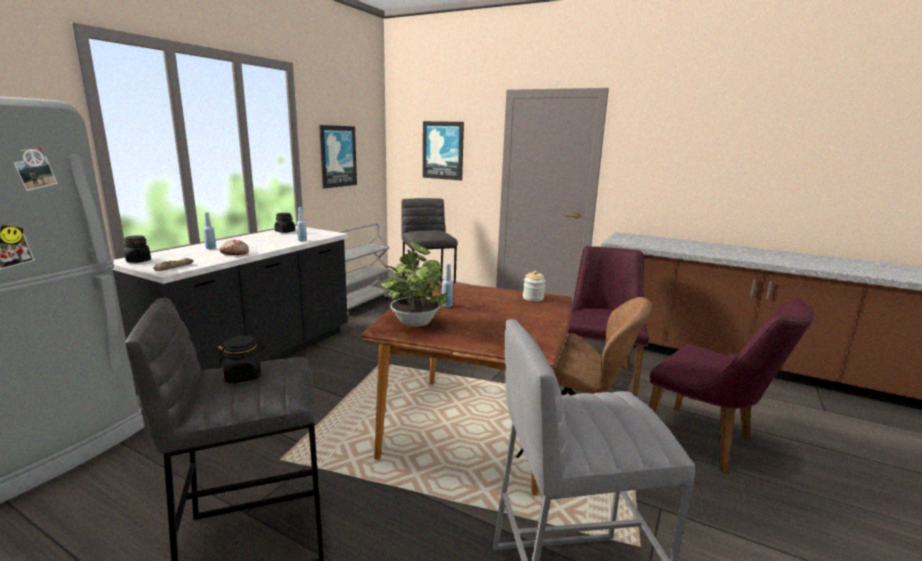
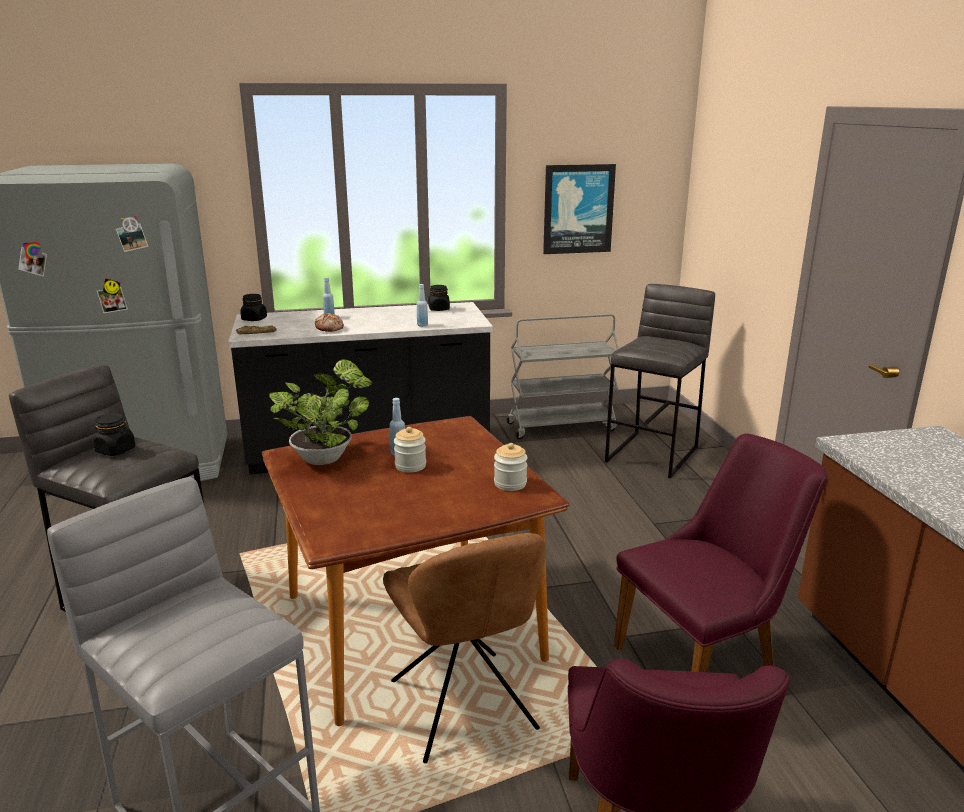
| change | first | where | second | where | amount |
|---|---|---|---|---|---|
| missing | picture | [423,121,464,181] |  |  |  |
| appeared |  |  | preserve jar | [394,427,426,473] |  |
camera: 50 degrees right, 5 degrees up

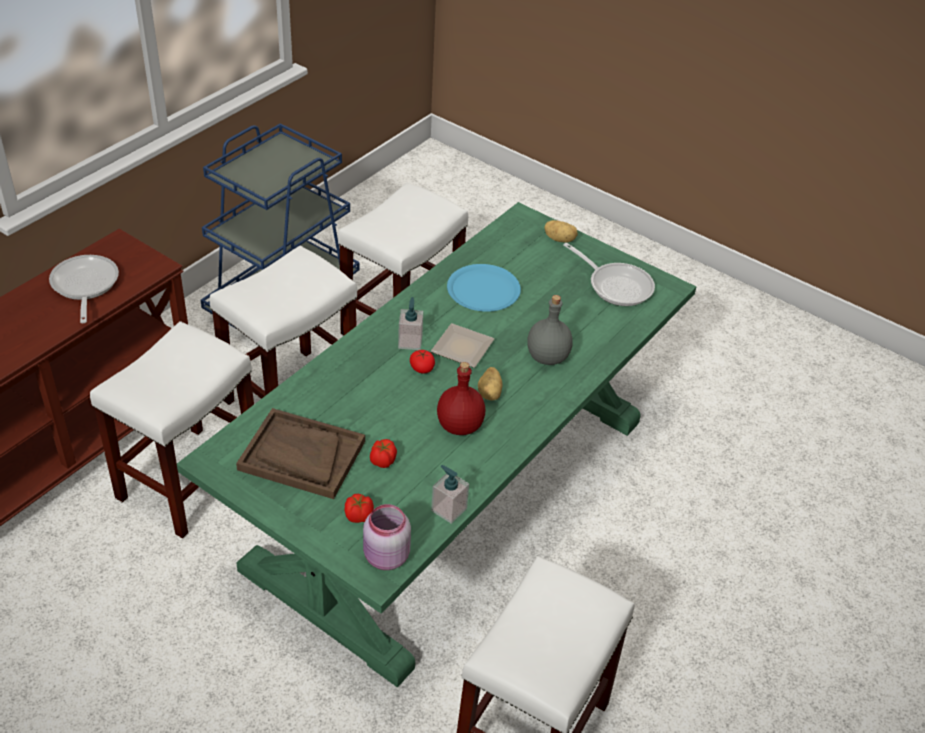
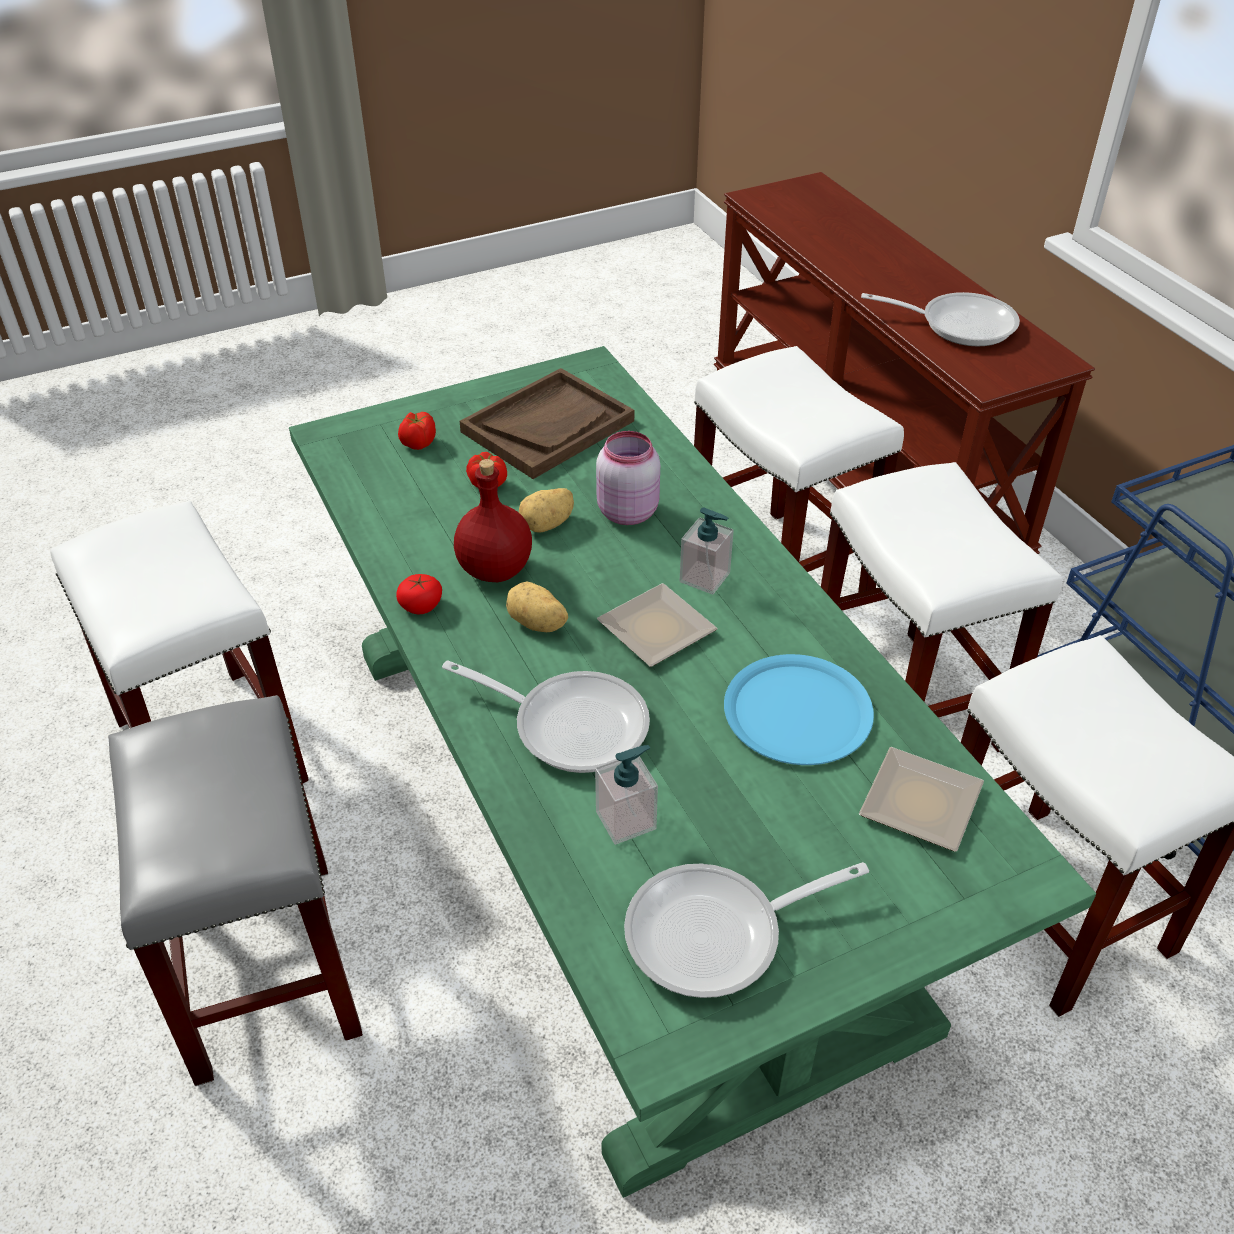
| change | first | where | second | where | amount |
|---|---|---|---|---|---|
| relocated | spud | [544,220,578,243] |  | [519,488,574,532] |  |
| exchanged | bottle (grey) | [527,295,573,365] | pan | [442,660,650,773] |  |
| relocated | tomato | [410,350,435,374] |  | [396,574,442,614] |  |
| relocated | liquid soap bottle | [431,465,469,524] |  | [595,745,658,845] |  |
| relocated | preserve jar (pink) | [363,504,411,570] |  | [596,431,660,525] |  |
| appeared |  |  | stool (grey) | [108,695,363,1086] |  |
| appeared |  |  | dinner plate | [859,747,984,852] |  |
camera: 120 degrees right, 0 degrees up

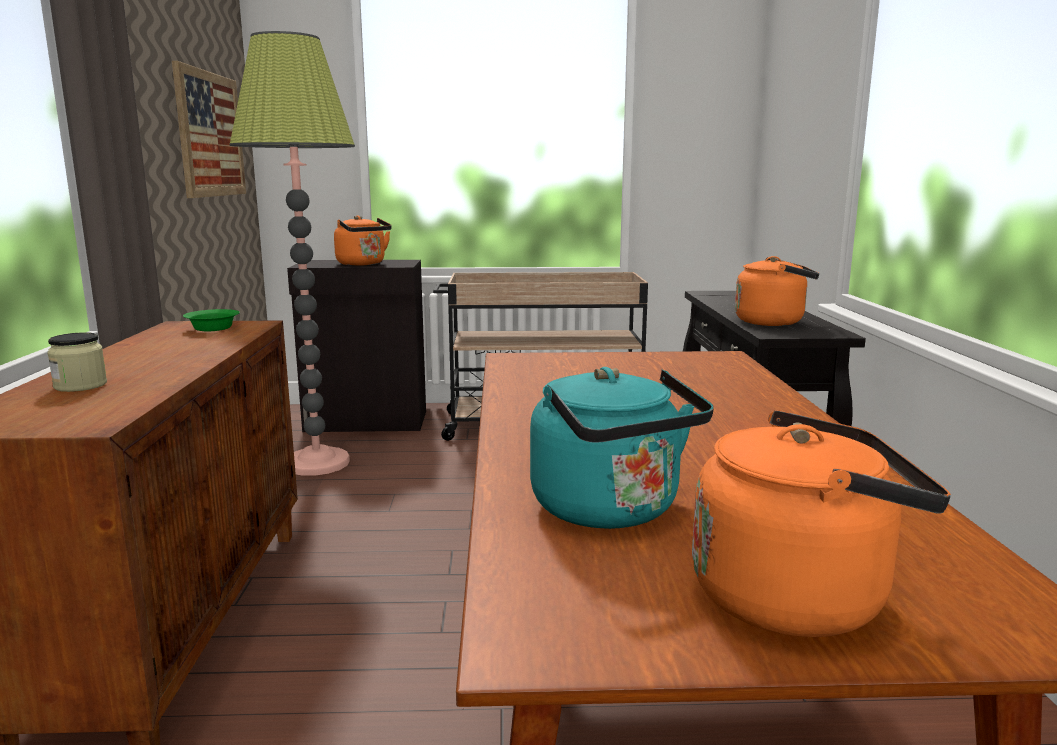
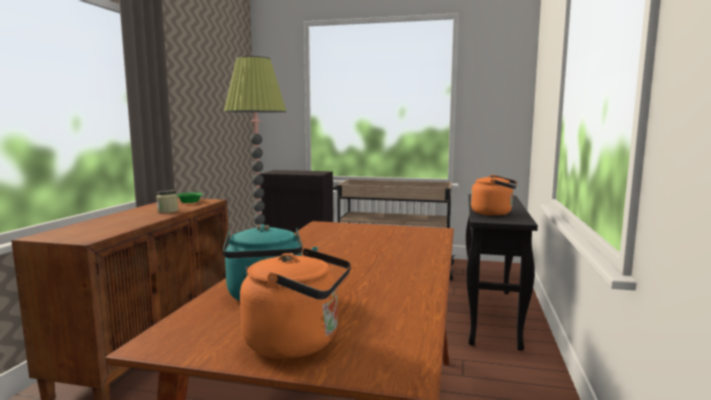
| change | first | where | second | where | amount |
|---|---|---|---|---|---|
| missing | picture | [172,61,246,198] |  |  |  |
| missing | water kettle (orange) | [334,216,392,266] |  |  |  |
| relocated | preserve jar | [47,332,107,392] |  | [157,190,178,213] |  |
camera: 15 degrees right, 5 degrees down

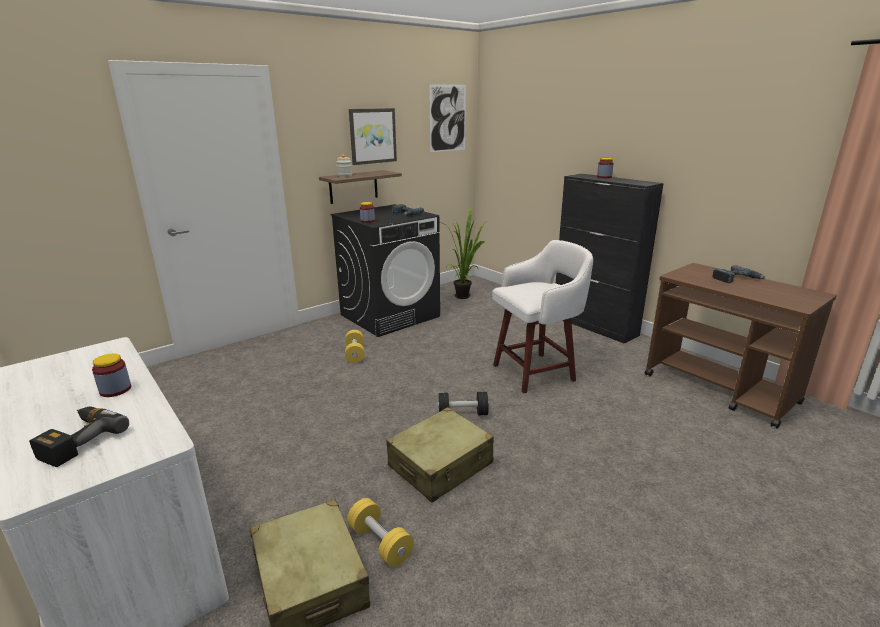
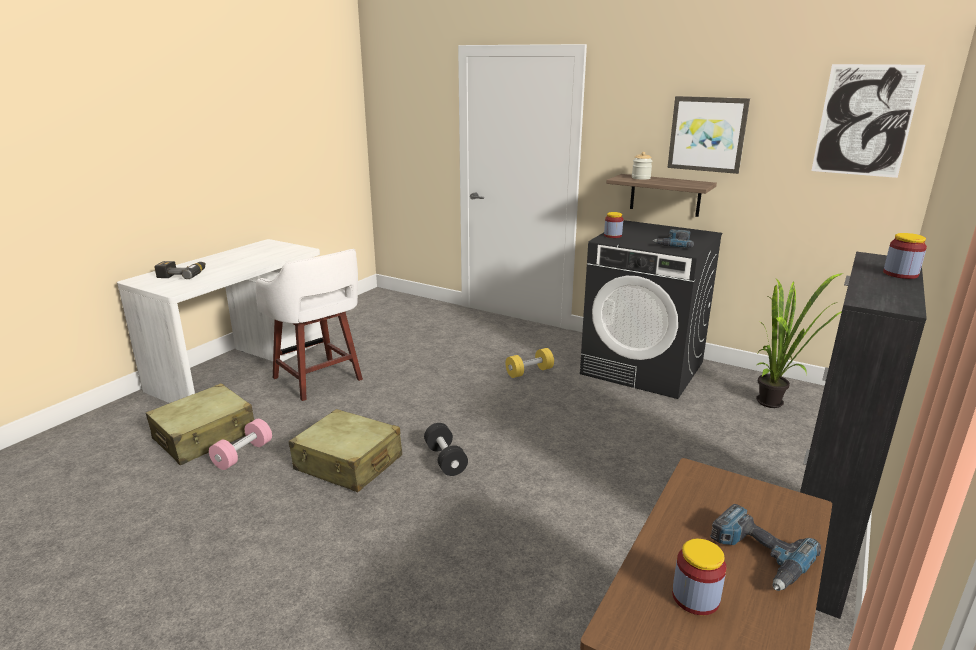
| change | first | where | second | where | amount |
|---|---|---|---|---|---|
| relocated | stool (white) | [492,240,593,393] |  | [256,249,363,401] |  |
| relocated | preserve jar | [92,354,131,397] |  | [672,539,727,615] |  |
| colour | dumbbell (yellow) | [347,498,414,567] | dumbbell (pink) | [209,419,272,470] |  |
camera: 70 degrees right, 0 degrees up

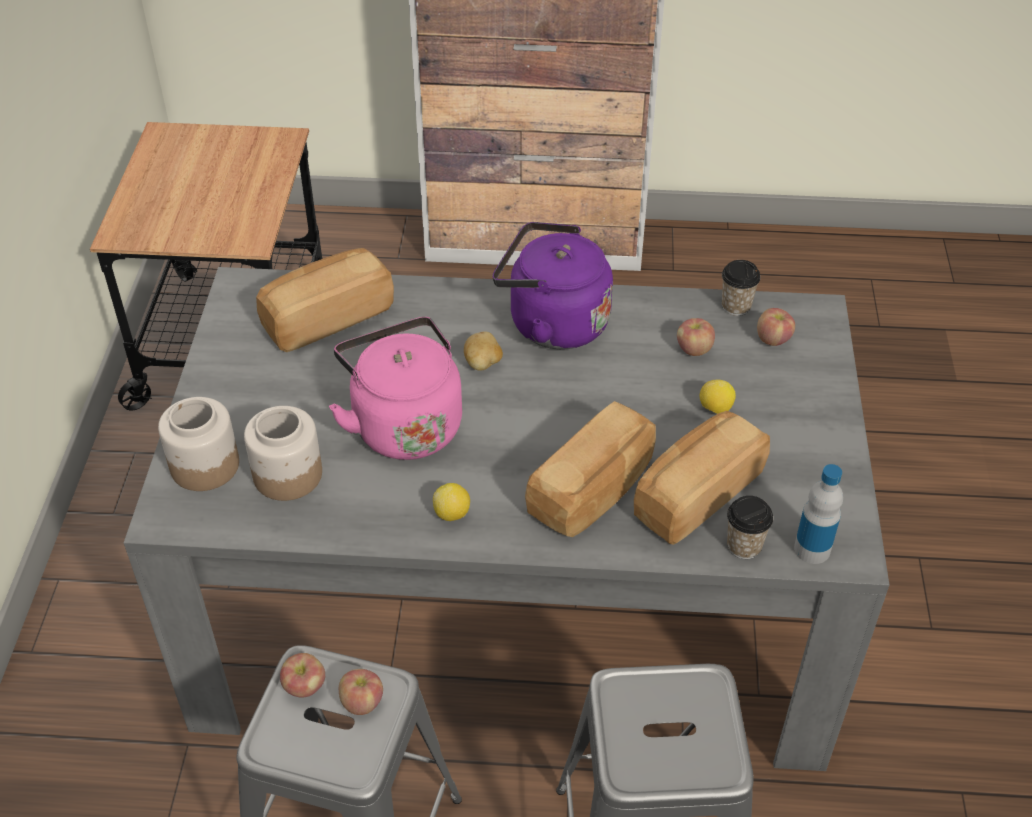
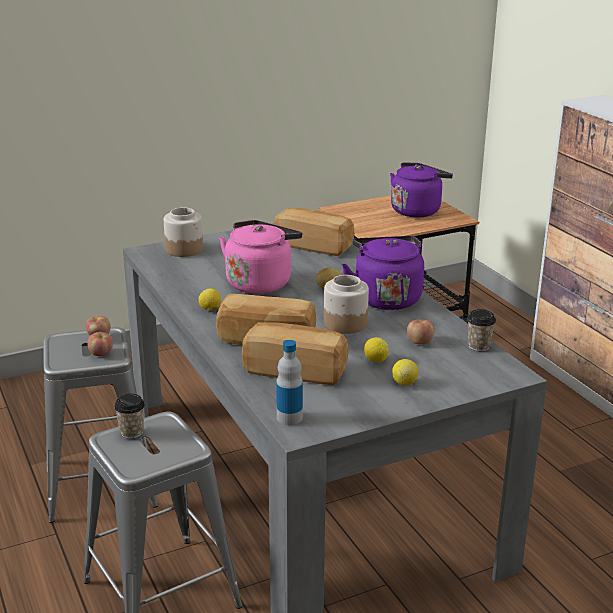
| change | first | where | second | where | amount |
|---|---|---|---|---|---|
| missing | apple fruit | [757,308,795,346] |  |  |  |
| relocated | preserve jar | [244,406,322,501] |  | [324,275,369,334] |  |
| relocated | drinking cup | [727,496,773,559] |  | [114,394,145,439] |  |
| appeared |  |  | water kettle (purplish) | [390,162,453,217] |  |
| appeared |  |  | citrus fruit | [392,359,419,386] |  |
camera: 60 degrees right, 20 degrees down

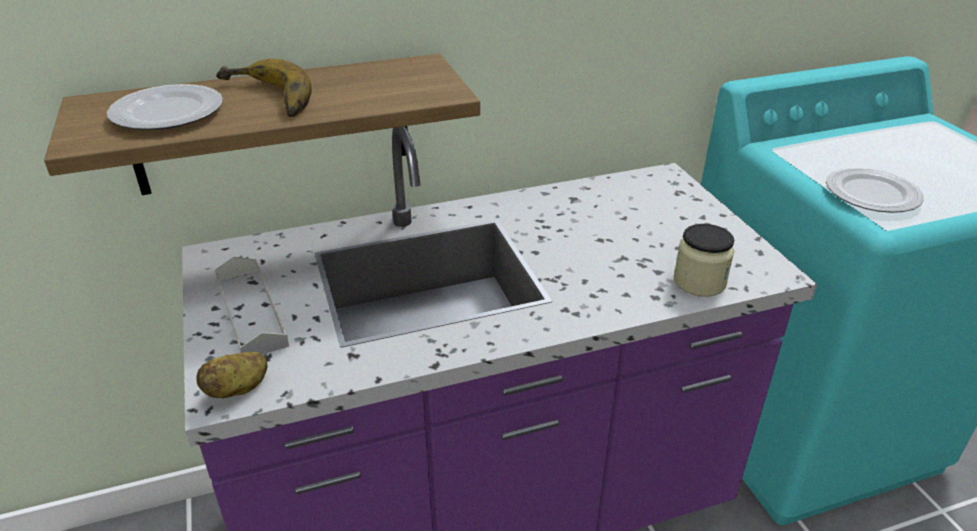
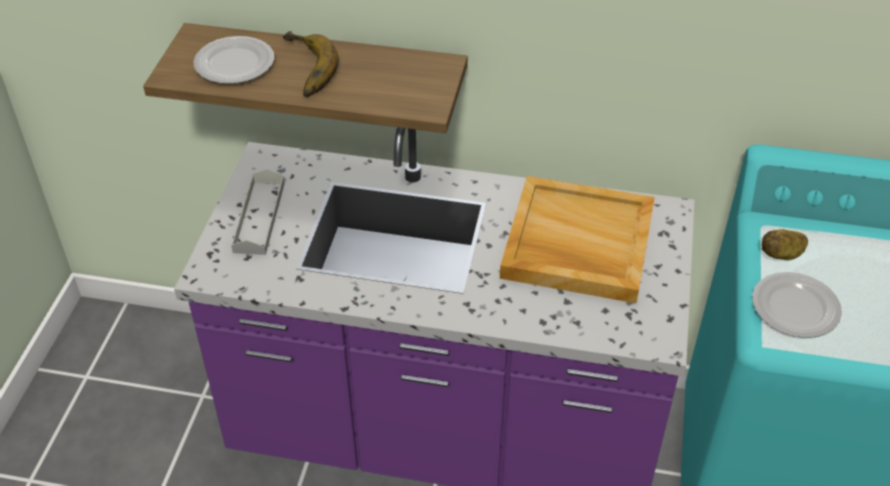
| change | first | where | second | where | amount |
|---|---|---|---|---|---|
| missing | preserve jar | [674,224,734,297] |  |  |  |
| relocated | spud | [196,352,267,398] |  | [762,229,808,260] |  |
| appeared |  |  | carrying tray (beige-coloured) | [500,176,655,303] |  |
camera: 30 degrees right, 10 degrees up

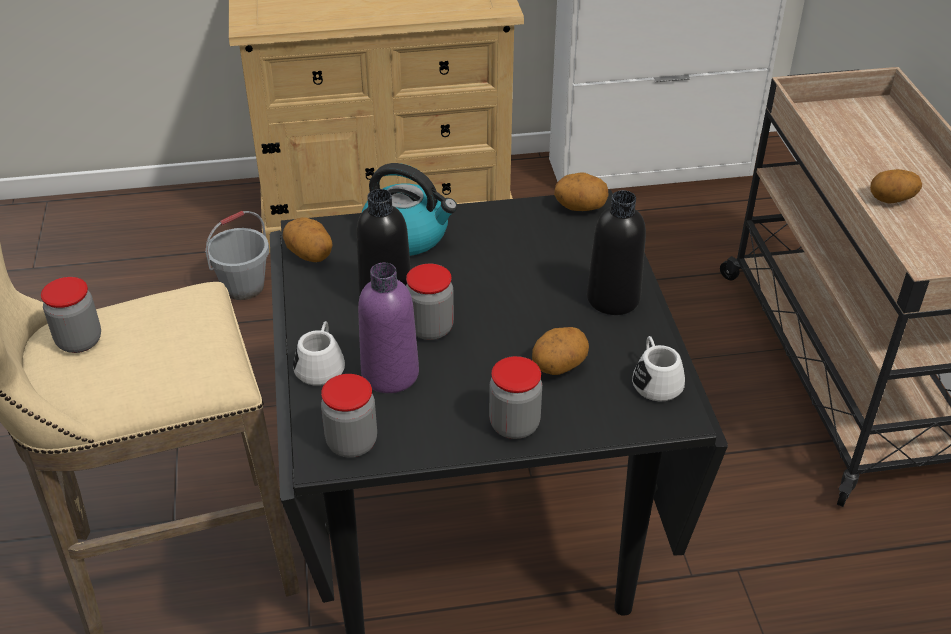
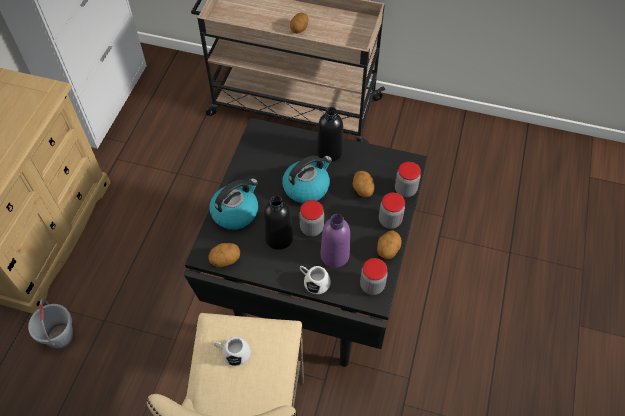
| change | first | where | second | where | amount |
|---|---|---|---|---|---|
| relocated | spud | [554,173,609,211] |  | [377,230,402,259] |  |
| relocated | preserve jar | [41,277,101,353] |  | [395,162,421,197] |  |
| relocated | tea mug (white) | [632,336,685,401] |  | [214,337,251,366] |  |
| appeared |  |  | water kettle | [282,156,332,204] |  |
camera: 65 degrees left, 15 degrees up

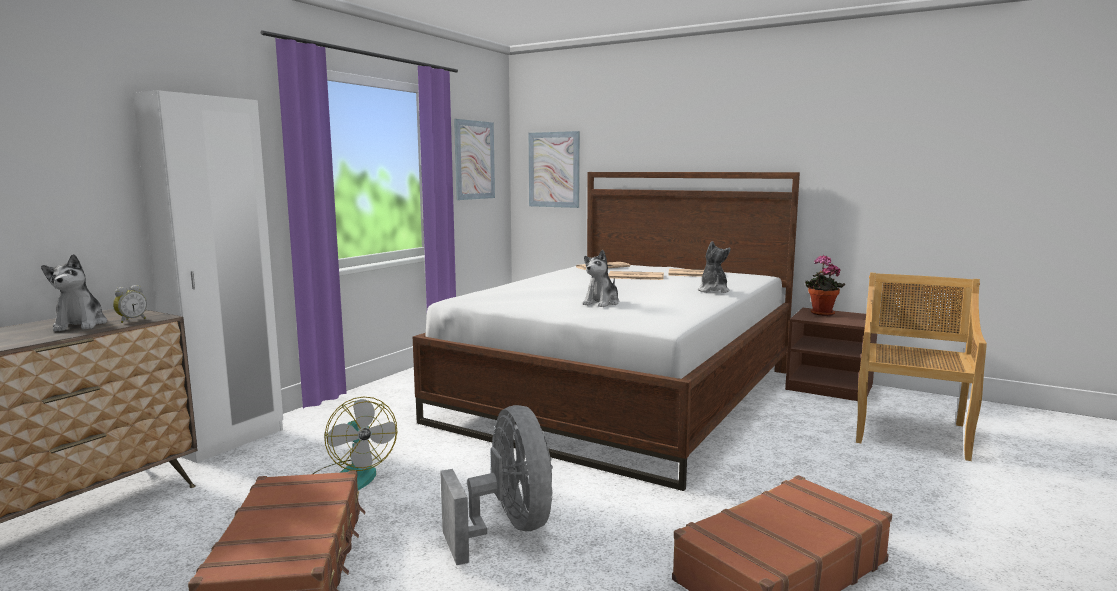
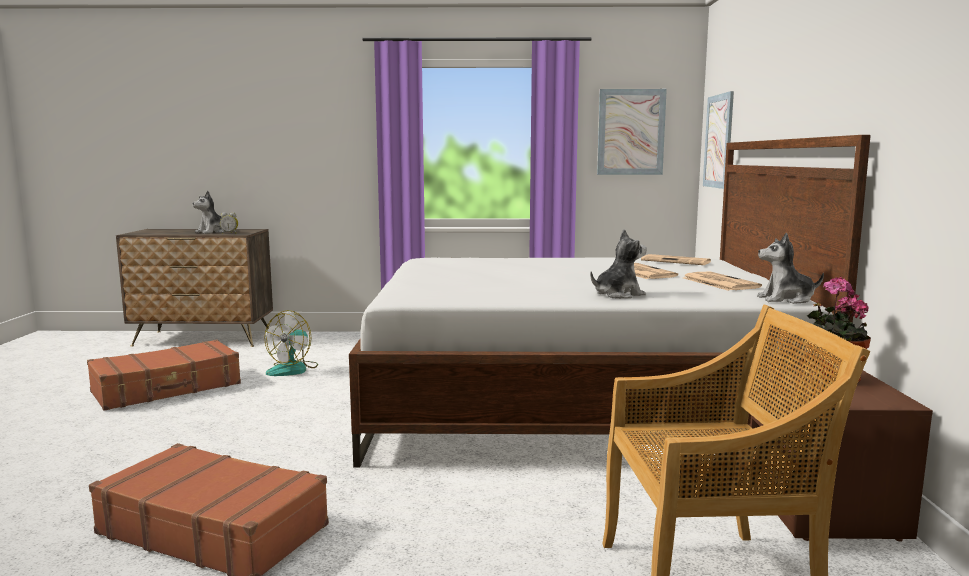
| change | first | where | second | where | amount |
|---|---|---|---|---|---|
| missing | wardrobe (white) | [133,90,283,463] |  |  |  |
| relocated | cuddly toy | [582,250,619,307] |  | [757,232,824,304] |  |
| missing | cooling fan (grey) | [440,405,553,565] |  |  |  |
camera: 60 degrees right, 0 degrees up

